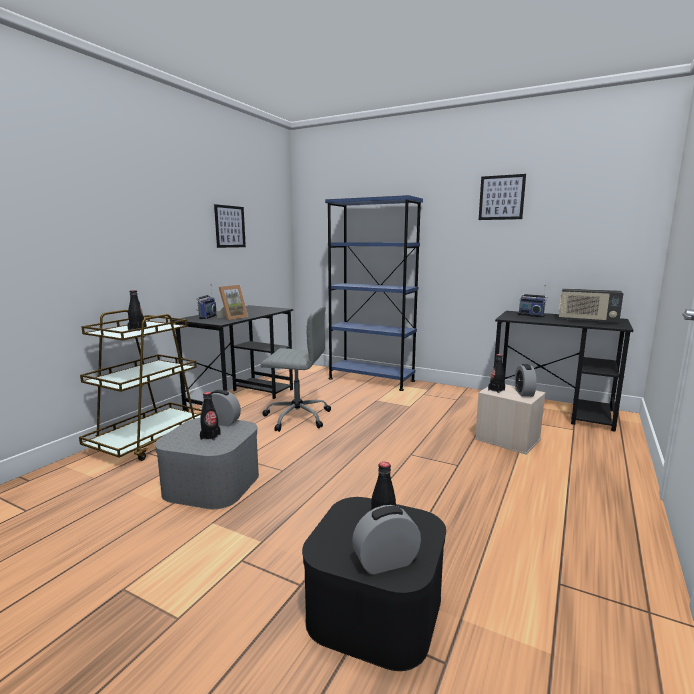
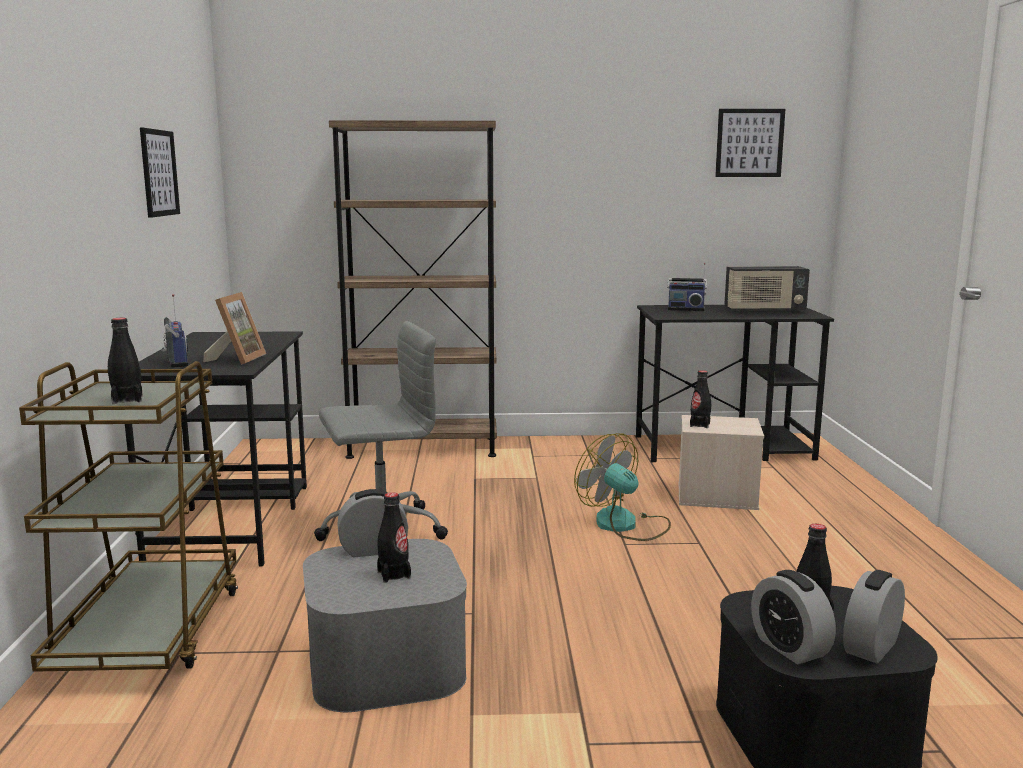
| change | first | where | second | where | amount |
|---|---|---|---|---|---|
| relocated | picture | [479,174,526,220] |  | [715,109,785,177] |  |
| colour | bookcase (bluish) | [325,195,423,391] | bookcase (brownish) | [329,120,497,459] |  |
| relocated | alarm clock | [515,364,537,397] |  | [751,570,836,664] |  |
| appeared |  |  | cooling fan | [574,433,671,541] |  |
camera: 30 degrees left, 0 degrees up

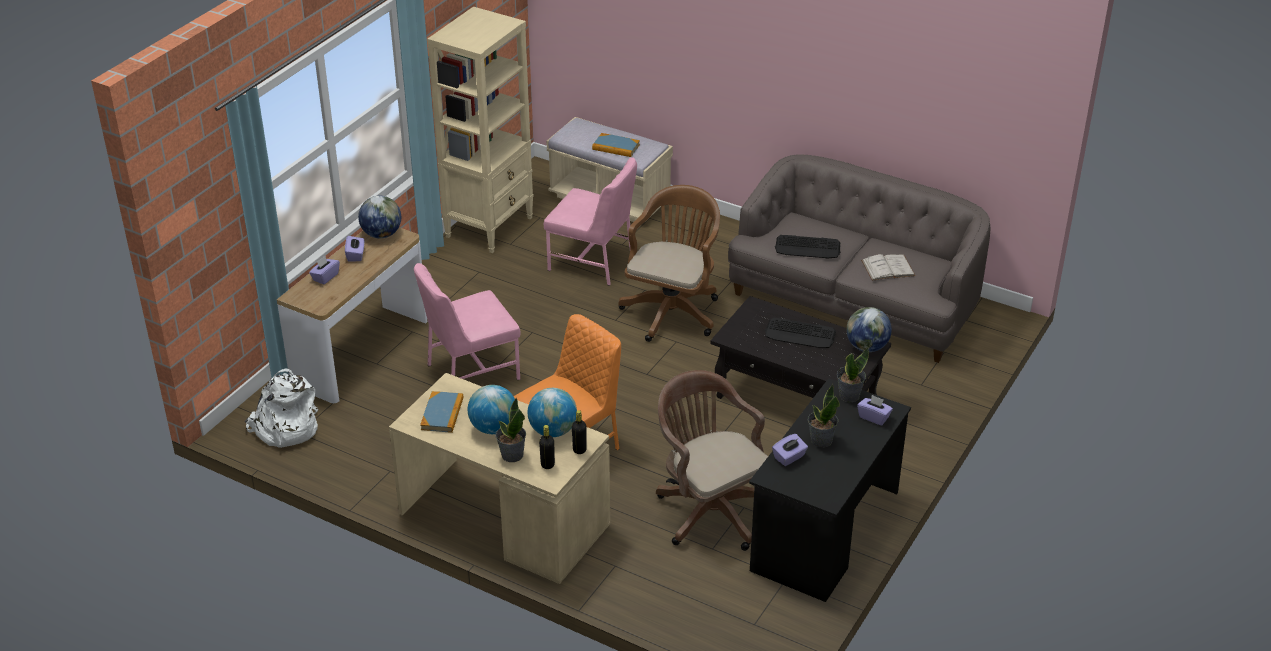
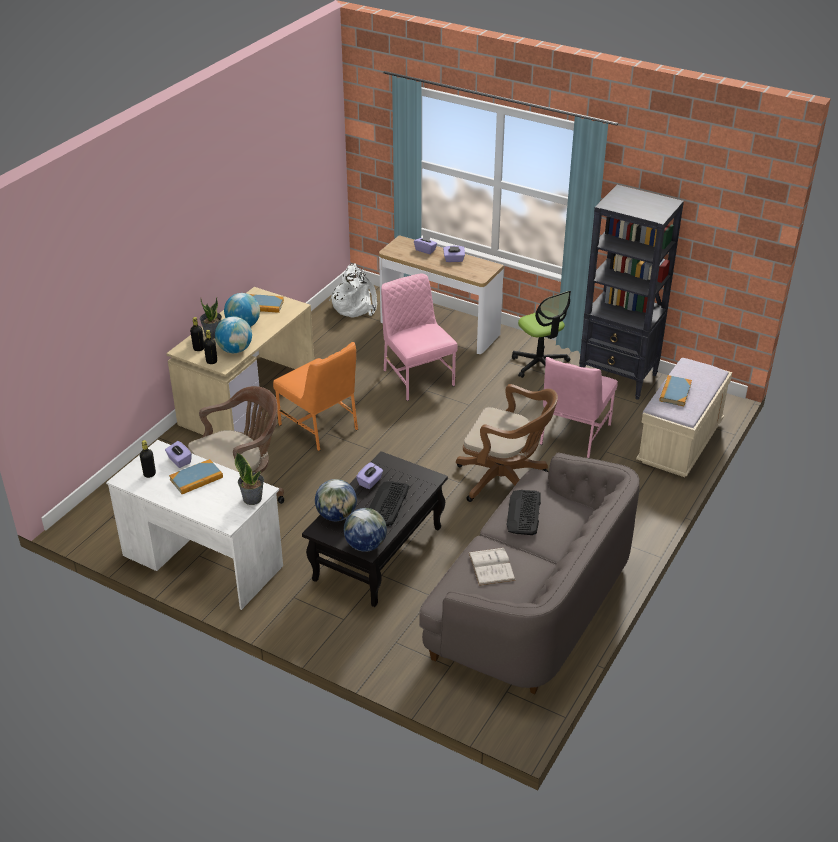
| change | first | where | second | where | amount |
|---|---|---|---|---|---|
| colour | bookcase (beige-coloured) | [427,7,534,253] | bookcase (blackish) | [579,185,684,400] |  |
| relocated | desk globe | [358,196,401,239] |  | [315,479,357,521] |  |
| colour | desk table (blackish) | [749,378,911,602] | desk table (white) | [106,440,283,610] |  |
| exchanged | houseplant | [808,384,840,448] | book | [169,459,223,494] |  |
| relocated | tissue holder (purplish) | [857,395,893,425] |  | [356,462,383,489] |  |
| appeared |  |  | desk chair | [512,291,571,378] |  |
| appeared |  |  | bottle (blackish) | [140,440,156,478] |  |
camera: 90 degrees right, 0 degrees up

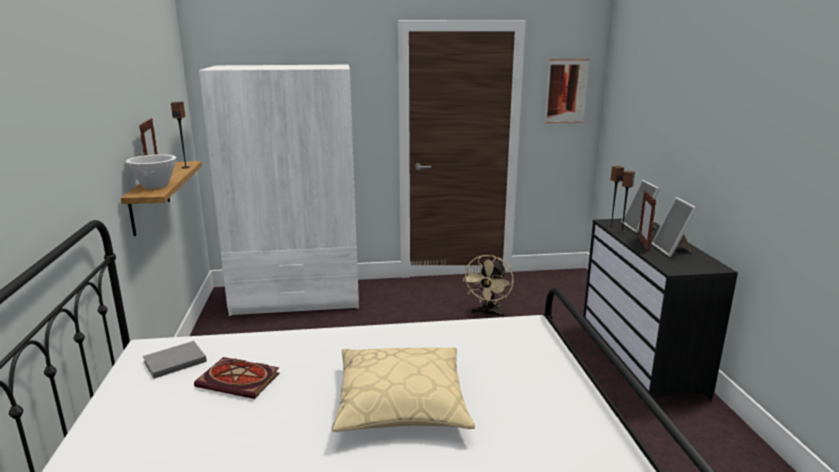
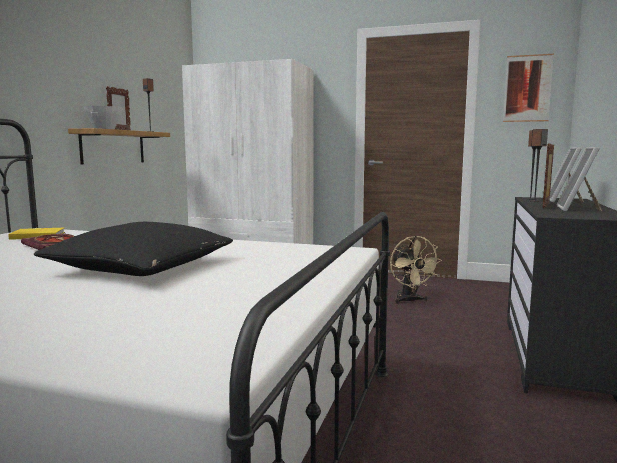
| change | first | where | second | where | amount |
|---|---|---|---|---|---|
| spun | cooling fan (beige-coloured) | [462,255,514,317] |  | [390,236,442,304] | 60 degrees counterclockwise |
| colour | book (grey) | [143,341,207,379] | book (yellow) | [8,228,65,240] |  |
| colour | pillow (beige-coloured) | [332,347,475,432] | pillow (blackish) | [33,222,233,276] |  |
camera: 25 degrees right, 10 degrees down

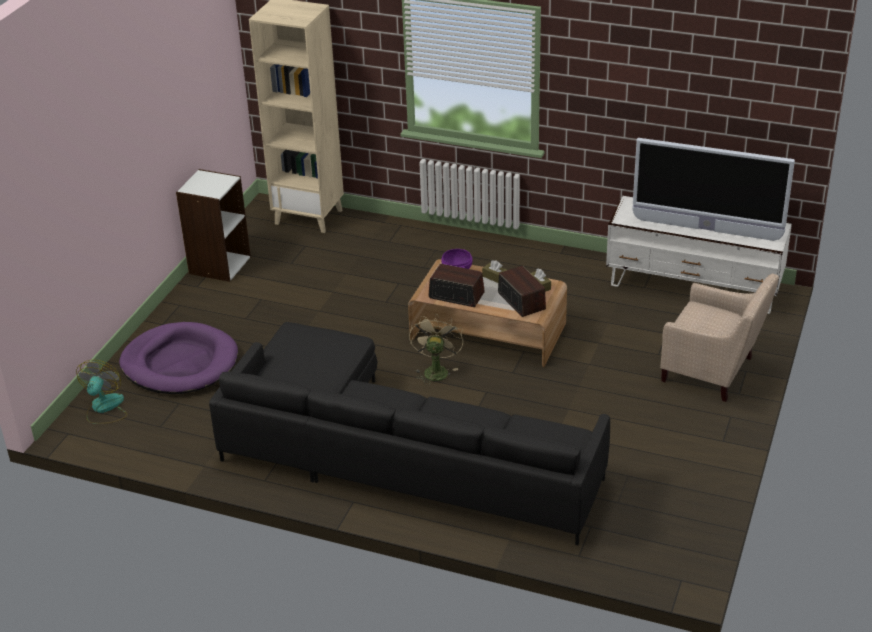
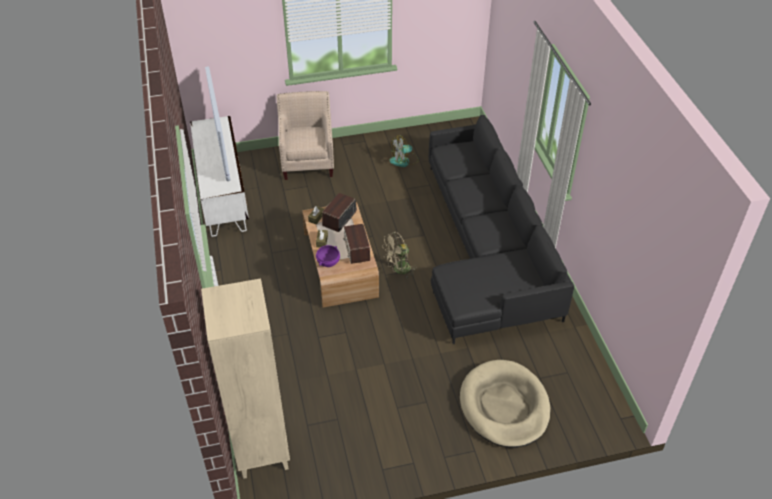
| change | first | where | second | where | amount |
|---|---|---|---|---|---|
| missing | bookcase (white) | [176,169,251,282] |  |  |  |
| colour | pet bed (purplish) | [119,322,238,394] | pet bed (beige-coloured) | [460,360,551,448] |  |
| relocated | cooling fan | [76,360,127,424] |  | [389,135,419,167] |  |
camera: 125 degrees left, 10 degrees up

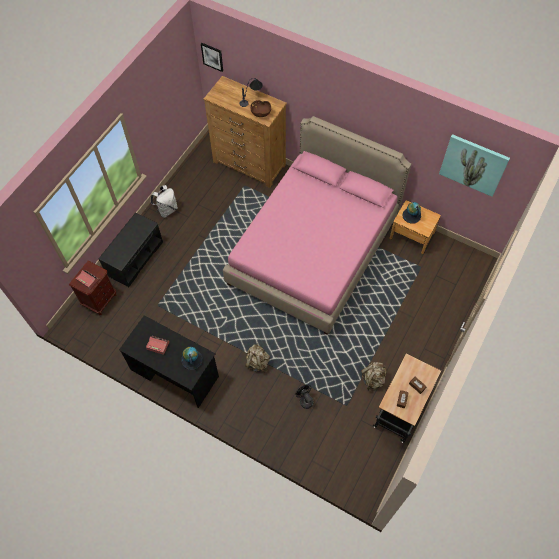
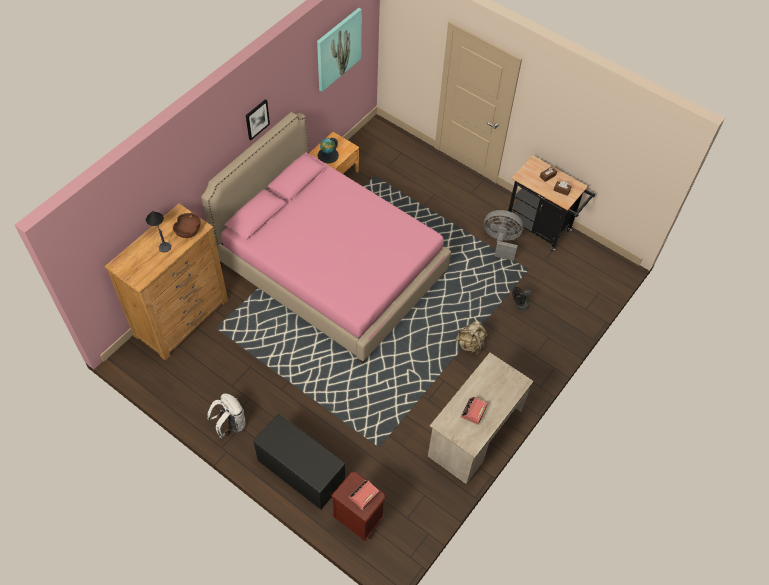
| change | first | where | second | where | amount |
|---|---|---|---|---|---|
| relocated | picture | [201,43,223,72] |  | [246,99,270,140] |  |
| colour | desk table (blackish) | [119,315,219,408] | desk table (beige-coloured) | [428,353,534,484] |  |
| missing | desk globe | [181,347,203,370] |  |  |  |
| exchanged | knapsack (beige-coloured) | [361,362,387,391] | cooling fan (grey) | [484,210,523,261] |  |
camera: 85 degrees left, 5 degrees down

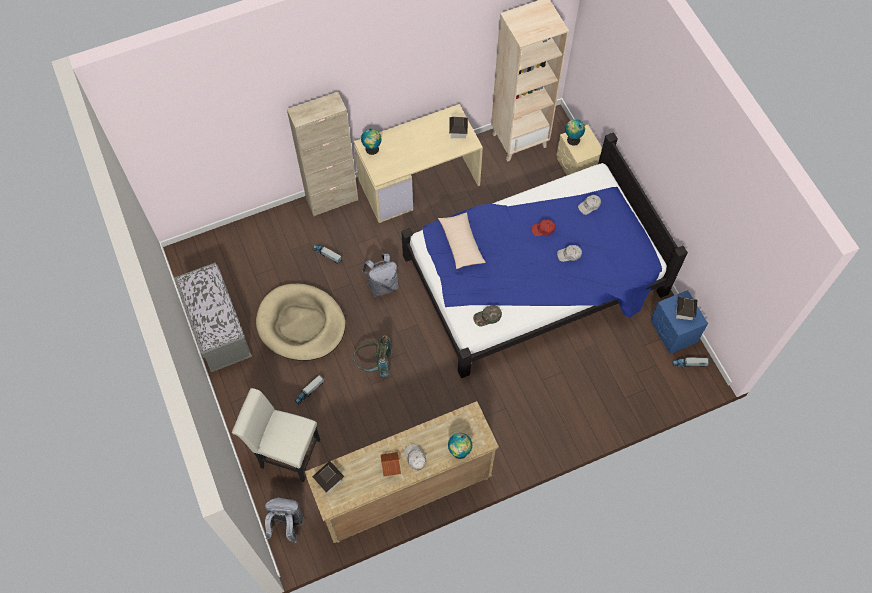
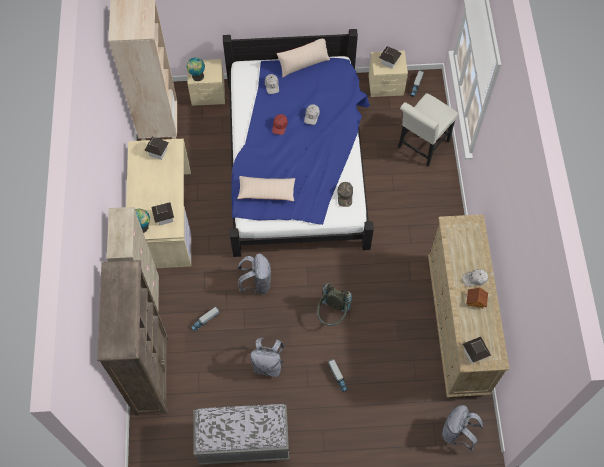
| change | first | where | second | where | amount |
|---|---|---|---|---|---|
| exchanged | pet bed (beige-coloured) | [256,284,346,361] | knapsack (grey) | [250,338,285,377] |  |
| colour | night table (bluish) | [651,290,708,354] | night table (beige-coloured) | [369,50,408,97] |  |
| relocated | chair (white) | [232,388,320,482] |  | [398,93,458,167] |  |
| missing | desk globe | [448,433,472,459] |  |  |  |
| appeared |  |  | pillow (beige-coloured) | [277,39,330,77] |  |
| appeared |  |  | toy house | [152,202,174,226] |  |
| appeared |  |  | bookcase (brownish) | [97,260,168,416] |  |
camera: 70 degrees left, 0 degrees up

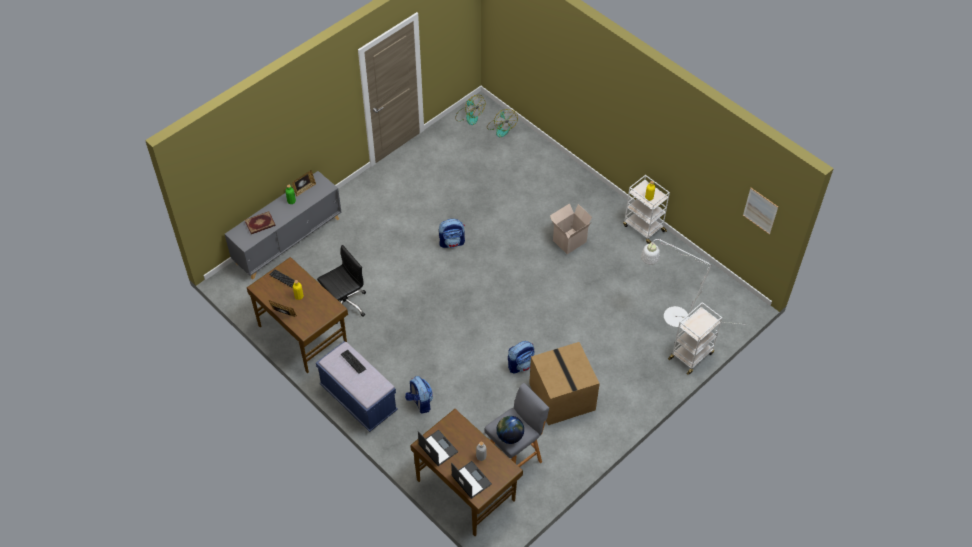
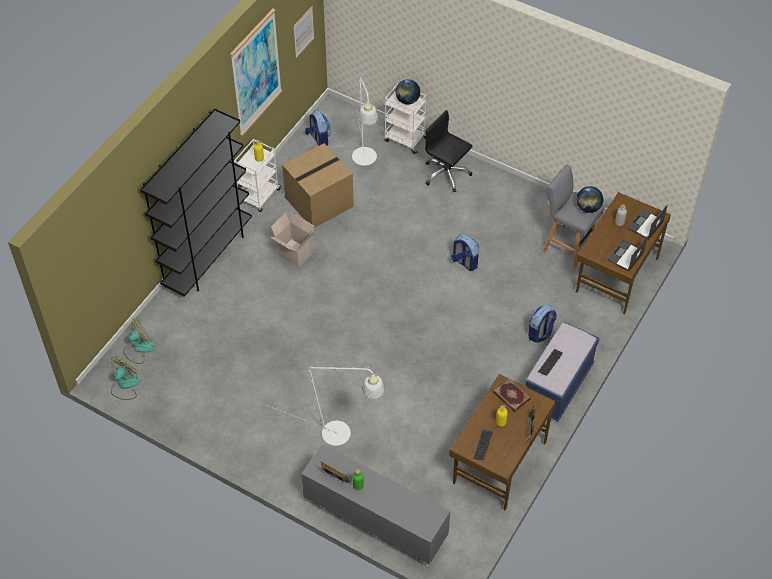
| change | first | where | second | where | amount |
|---|---|---|---|---|---|
| relocated | book | [245,211,276,234] |  | [493,378,531,412] |  |
| relocated | knapsack | [439,219,465,248] |  | [305,110,331,146] |  |
| relocated | desk chair (blackish) | [317,245,366,324] |  | [425,110,473,193] |  |
| relocated | cardboard box | [529,342,600,425] |  | [282,143,354,228] |  |
| appeared |  |  | picture | [230,8,282,137] |  |
| appeared |  |  | desk globe | [396,79,420,105] |  |
| appeared |  |  | bookcase (blackish) | [140,108,252,297] |  |
| appeared |  |  | floor lamp (white) | [266,367,384,446] |  |
camera: 105 degrees left, 0 degrees up

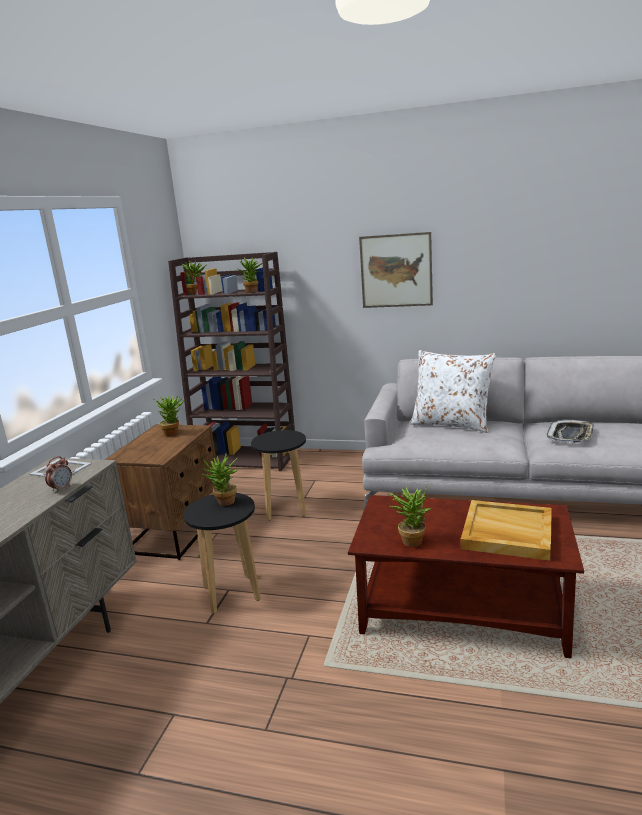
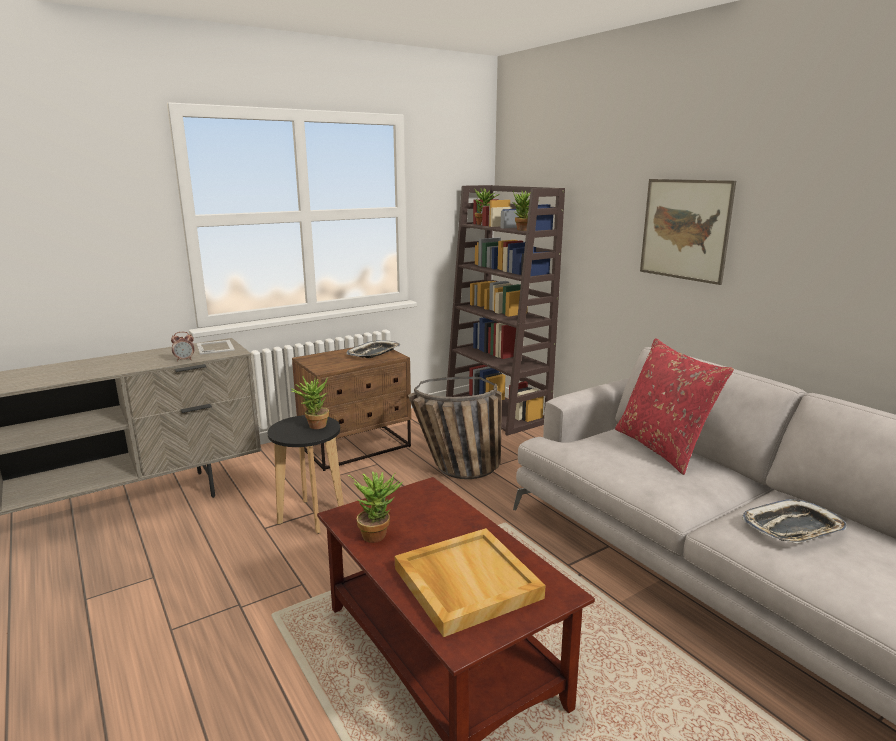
| change | first | where | second | where | amount |
|---|---|---|---|---|---|
| colour | pillow (white) | [410,350,496,433] | pillow (red) | [615,338,734,475] |  |
| exchanged | houseplant | [154,396,184,436] | carrying tray | [346,340,400,358] |  |
| exchanged | stool (blackish) | [251,430,306,521] | storage basket | [408,377,502,479] |  |
camera: 40 degrees right, 0 degrees up

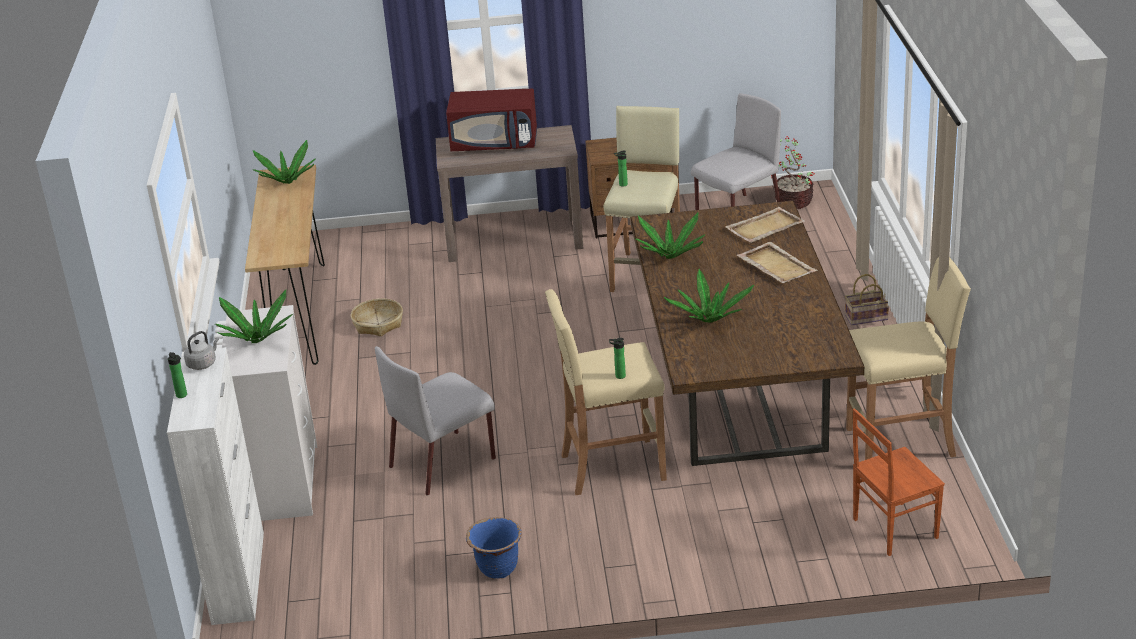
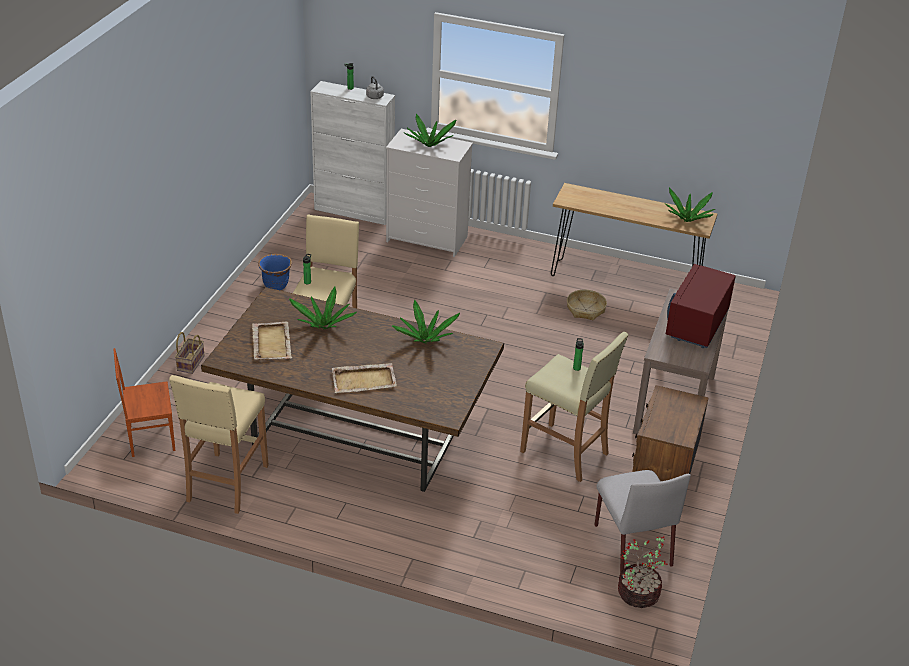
| change | first | where | second | where | amount |
|---|---|---|---|---|---|
| relocated | carrying tray (beige-coloured) | [725,207,805,243] |  | [252,321,292,360] |  |
| relocated | storage basket | [845,274,889,325] |  | [175,332,205,374] |  |
| missing | chair (grey) | [375,346,496,496] |  |  |  |
| spun | chair (brownish) | [853,408,945,556] |  | [113,348,175,457] | 105 degrees counterclockwise |
camera: 110 degrees right, 5 degrees up

